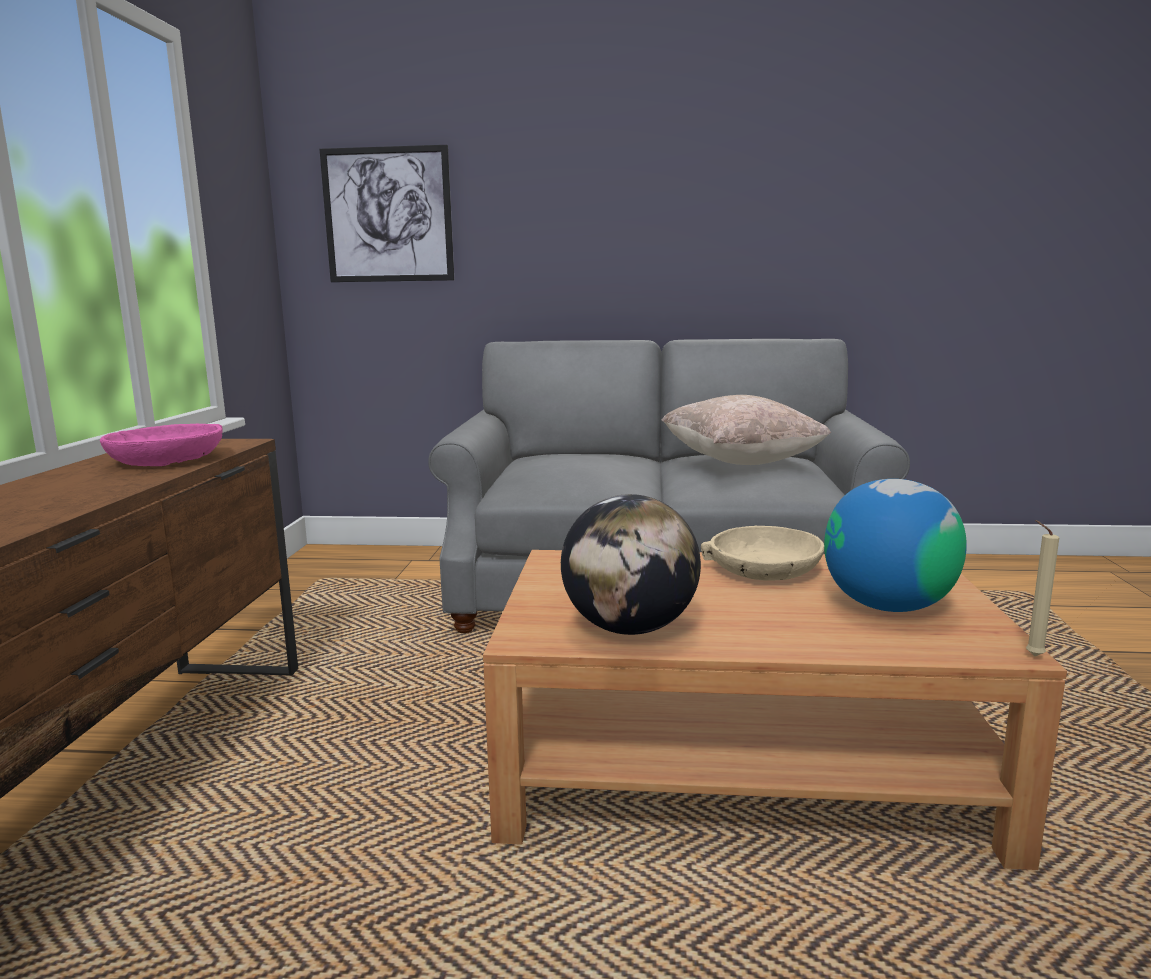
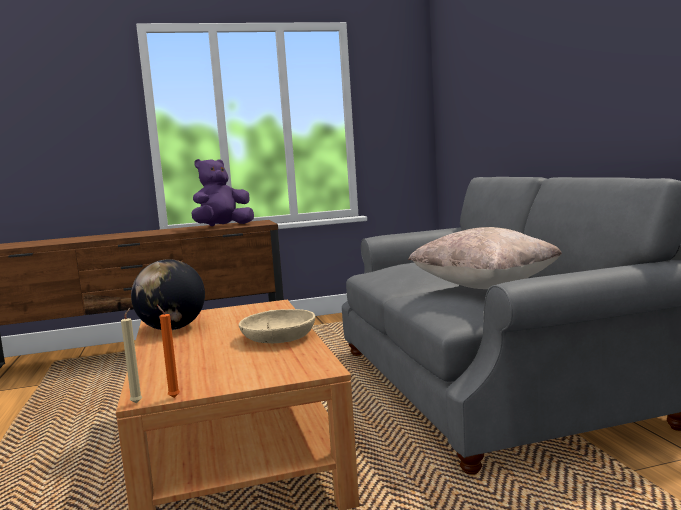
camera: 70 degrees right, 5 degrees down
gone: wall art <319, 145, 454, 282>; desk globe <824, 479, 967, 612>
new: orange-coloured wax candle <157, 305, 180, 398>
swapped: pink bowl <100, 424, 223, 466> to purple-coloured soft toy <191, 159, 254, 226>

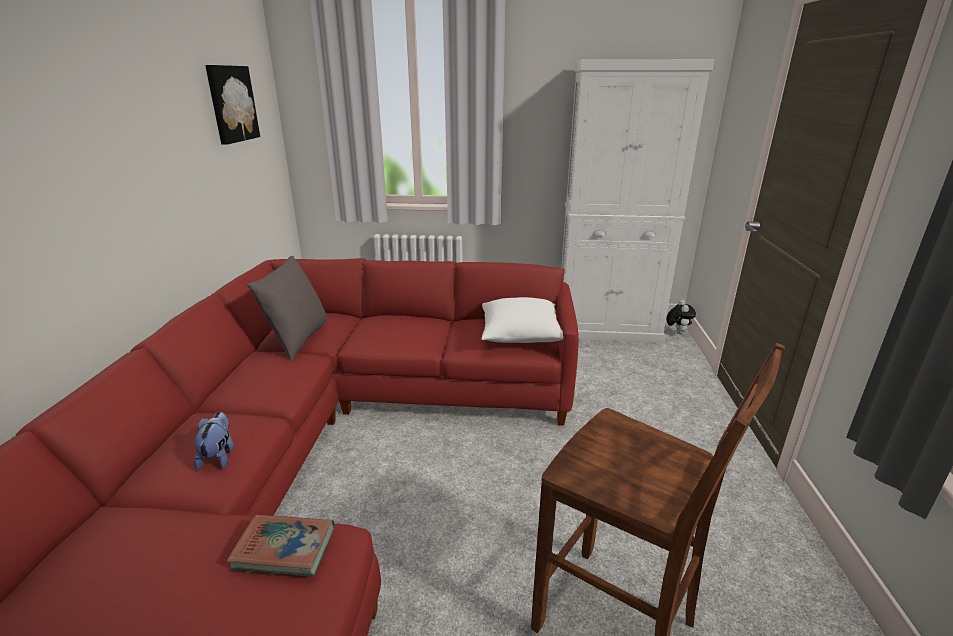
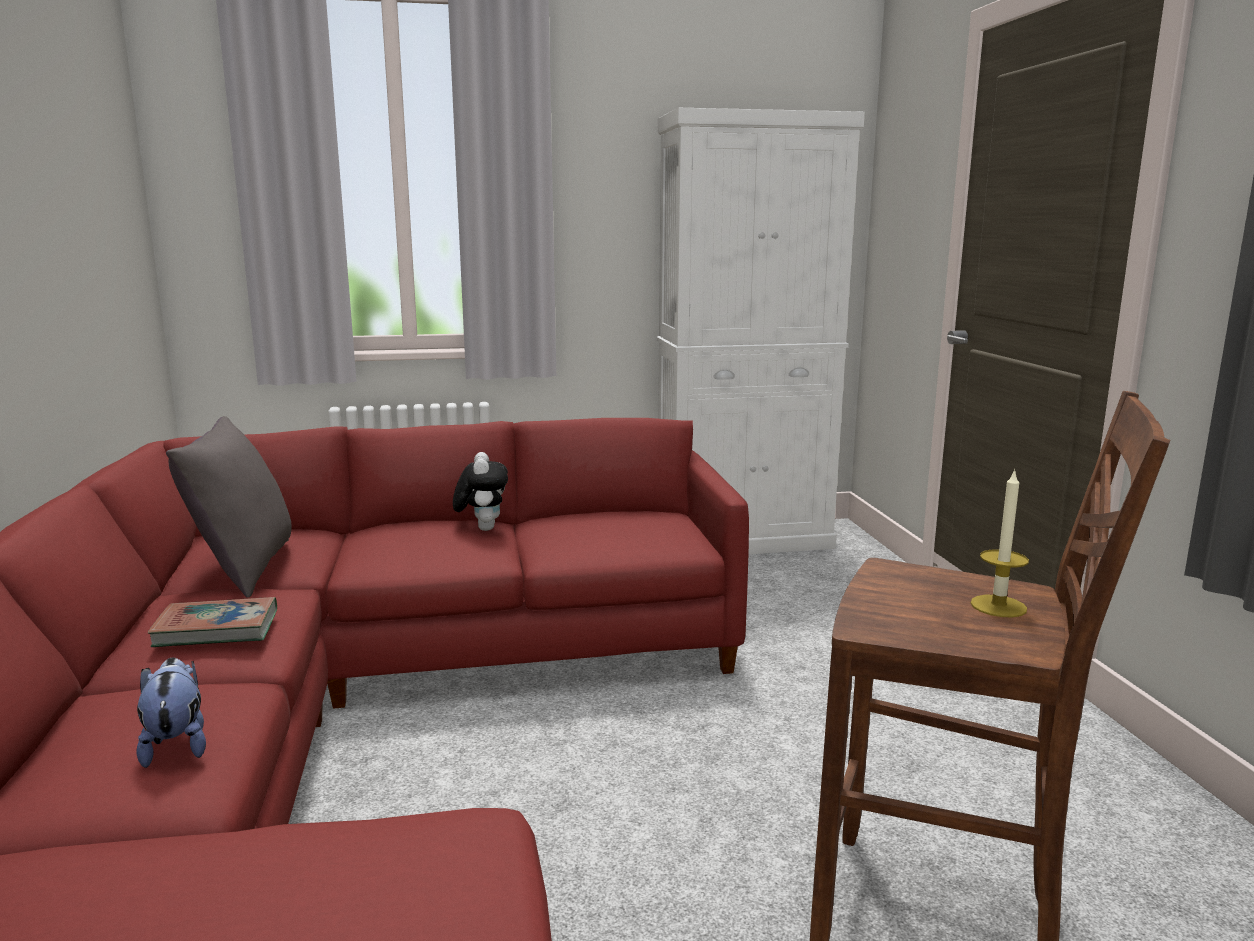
camera: 15 degrees left, 10 degrees down
gone: wall art <205, 65, 260, 145>; white cushion <481, 297, 563, 343>
new: wax candle <971, 468, 1029, 617>
shifted: bound book <227, 515, 334, 577> to <148, 597, 277, 647>; soft toy <666, 300, 696, 334> to <453, 452, 508, 531>

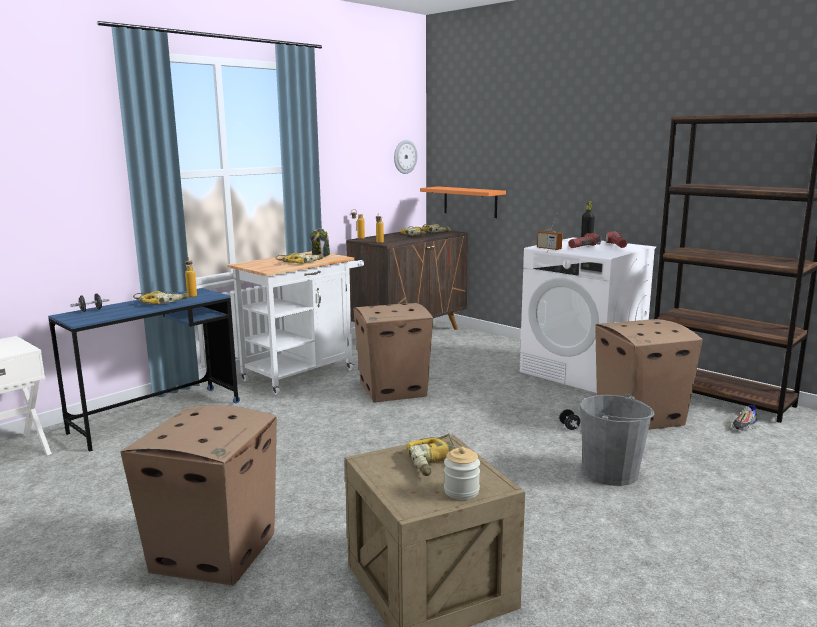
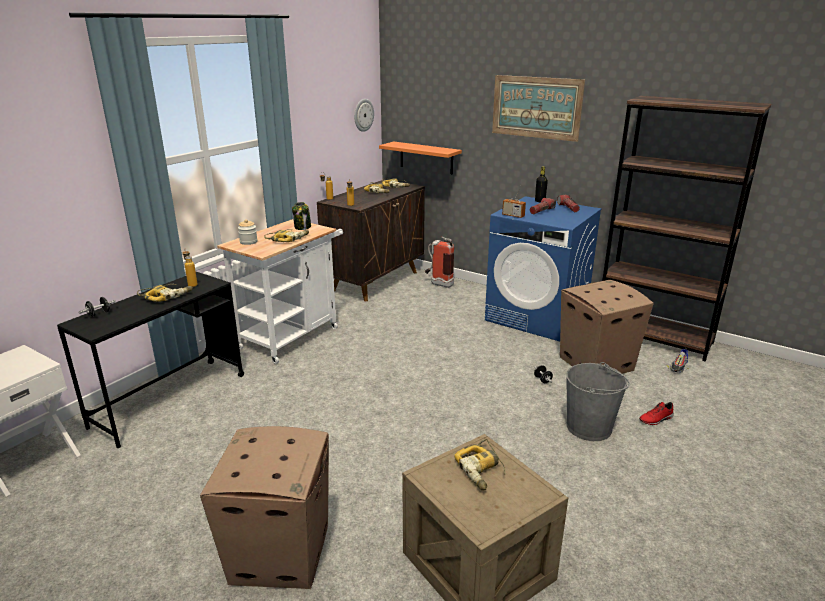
camera: 10 degrees left, 10 degrees up
gone: packing box <353, 303, 433, 403>
new: fire extinguisher <425, 237, 454, 288>; wall art <492, 75, 585, 142>; reddish item of footwear <639, 402, 674, 425>
shifted: jar <444, 447, 480, 500> to <238, 219, 257, 245>
repainted: bluish desk <48, 288, 240, 452> to black desk <57, 272, 244, 448>; white laundry machine <520, 237, 656, 393> to bluish laundry machine <485, 196, 602, 341>

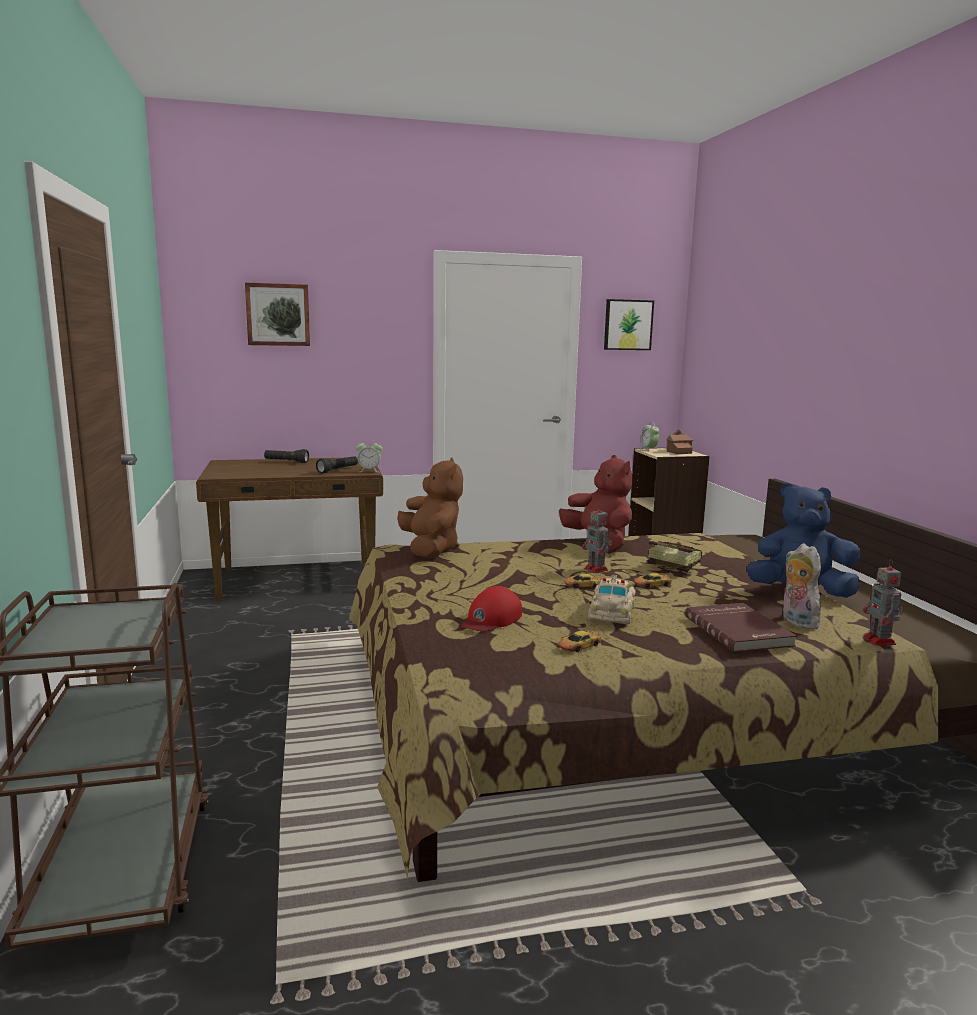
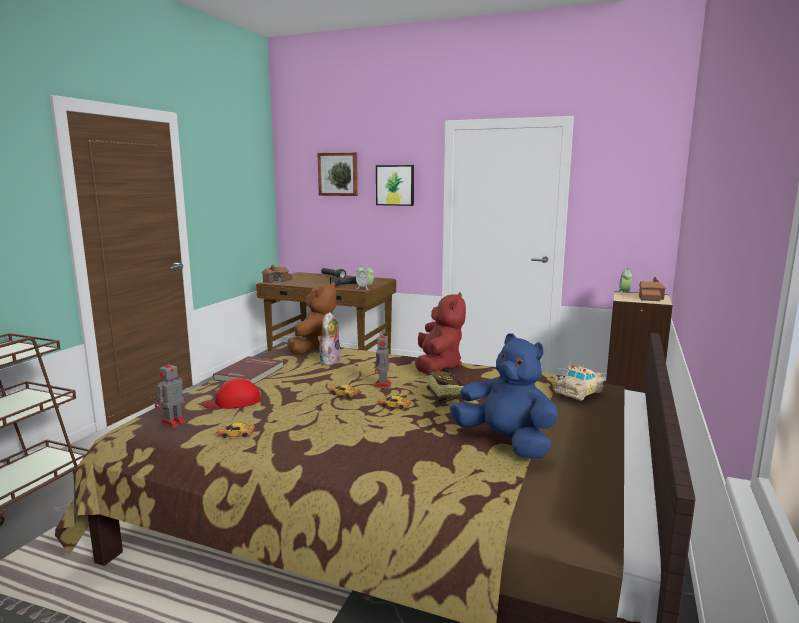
camera: 35 degrees right, 0 degrees up
new: toy house <262, 265, 292, 283>
shifted: beige toy car <588, 575, 636, 625> to <554, 364, 606, 401>; wall art <604, 299, 654, 350> to <376, 165, 414, 206>; reddish bound book <685, 603, 797, 652> to <213, 356, 283, 384>; soft toy <783, 543, 821, 629> to <318, 312, 341, 365>; model robot <863, 559, 903, 645> to <155, 359, 186, 427>

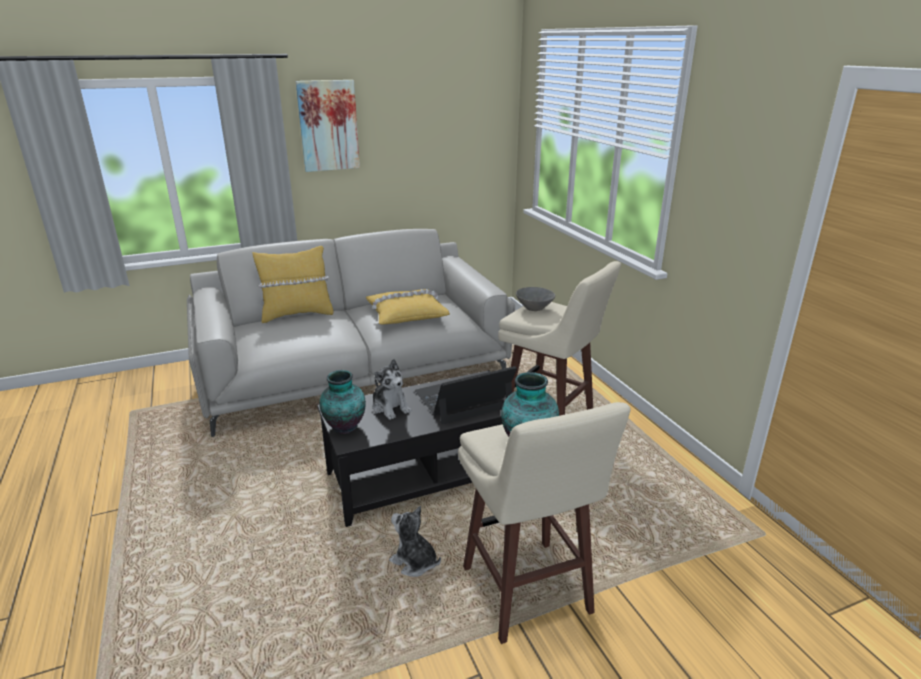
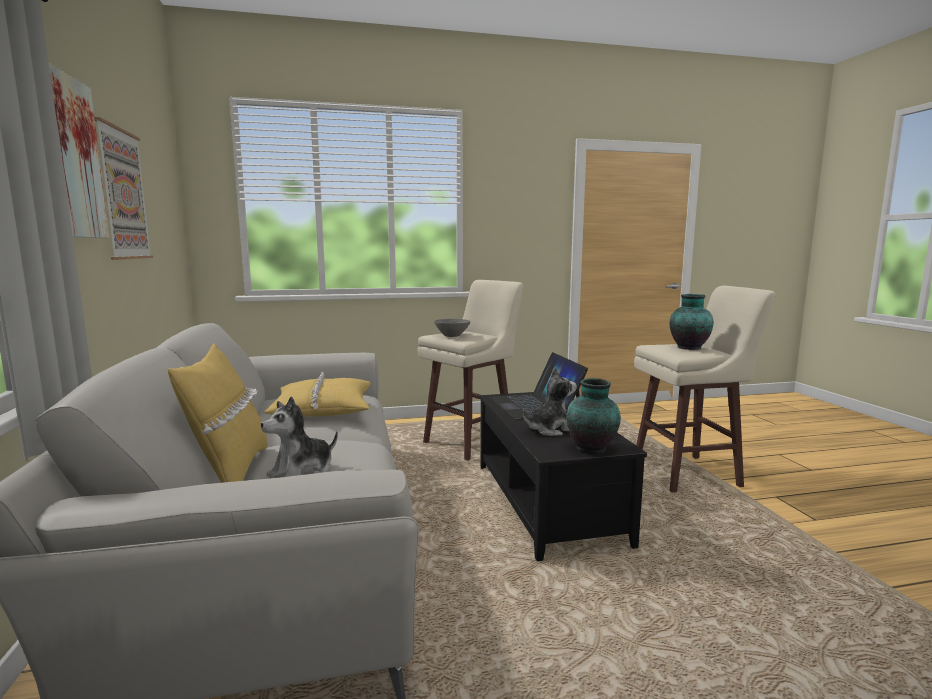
camera: 80 degrees left, 15 degrees down
new: wall art <94, 117, 153, 260>
shifted: soft toy <389, 506, 441, 577> to <261, 396, 338, 478>

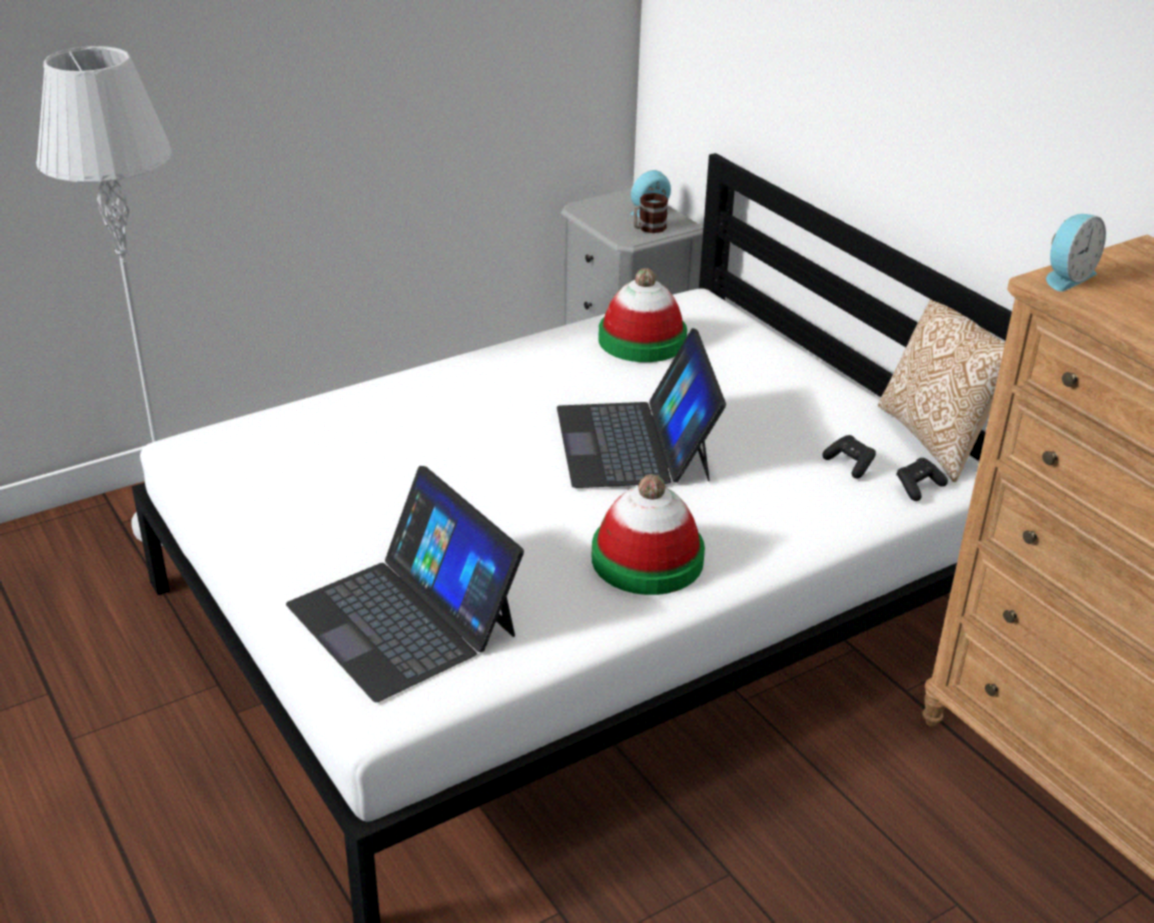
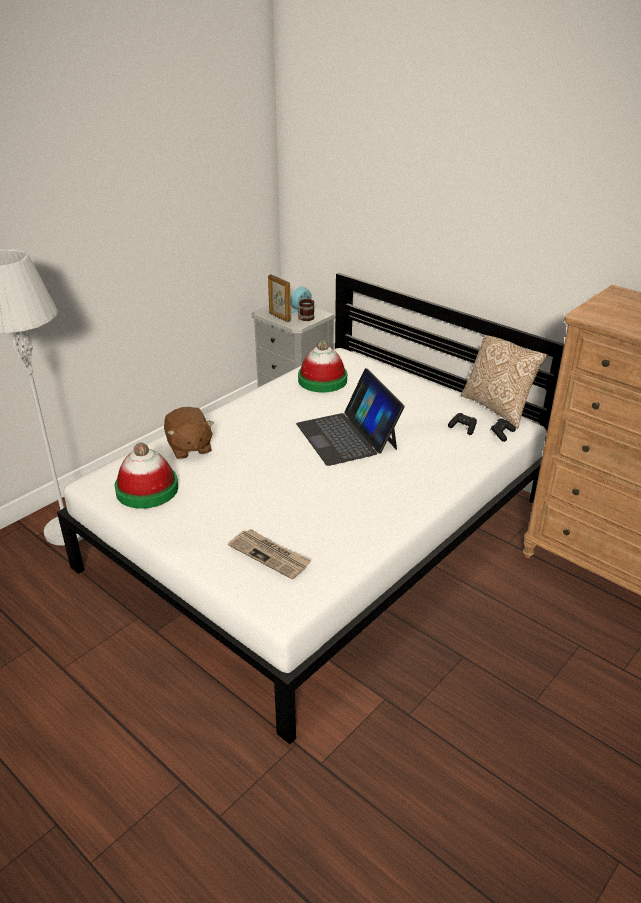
camera: 15 degrees left, 0 degrees up
gone: bedside clock <1046, 214, 1106, 292>
new: brown soft toy <164, 407, 214, 459>; standing frame <268, 274, 291, 322>
shifted: wearable hat <592, 474, 705, 595> to <115, 443, 178, 509>
swapped: portable computer <286, 466, 524, 702> to daily paper <228, 529, 312, 579>

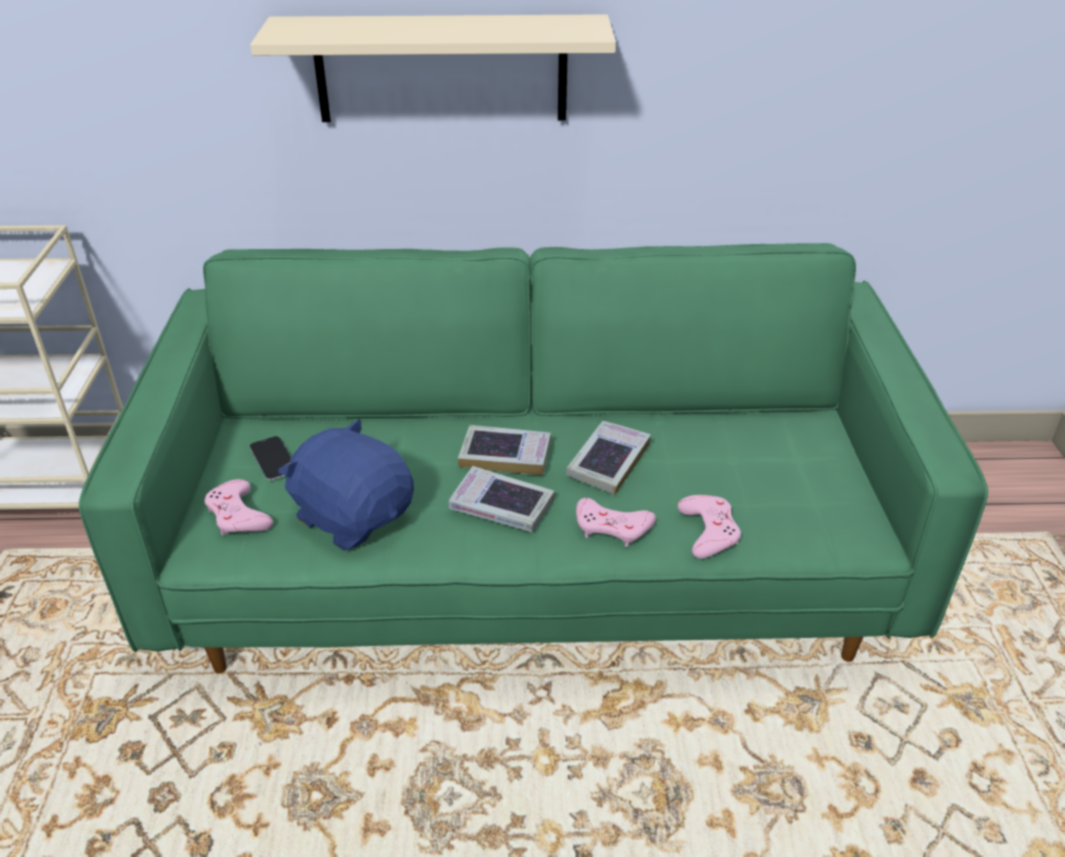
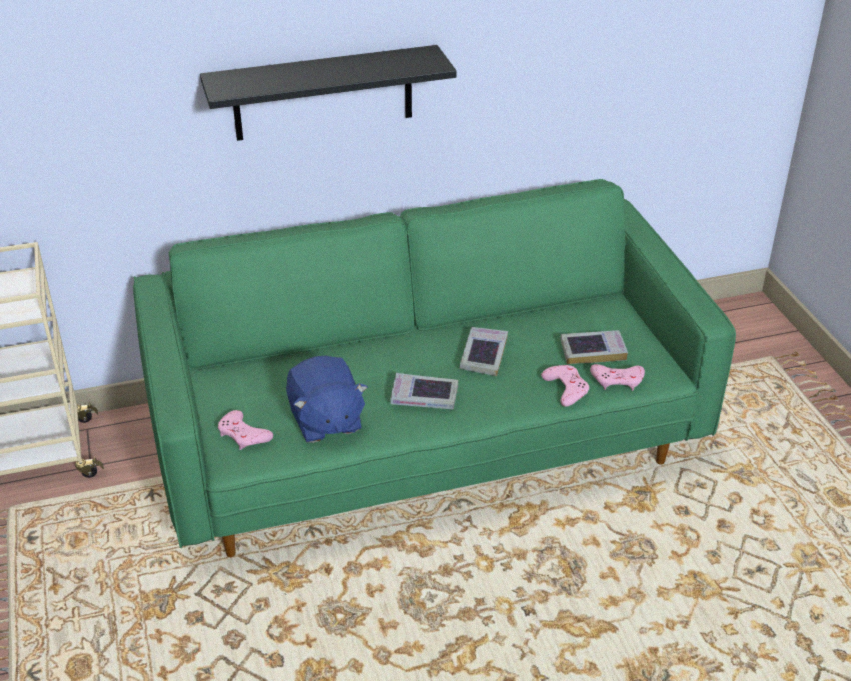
camera: 15 degrees left, 0 degrees up
gone: telephone <250, 436, 291, 481>
shifted: bound book <458, 425, 551, 476> to <560, 330, 628, 364>; pink joypad <576, 498, 656, 547> to <590, 364, 645, 391>
repainted: beige bracket shelf <250, 14, 616, 122> to black bracket shelf <200, 45, 457, 141>
rotated: bluish soft toy <278, 419, 414, 551> = <286, 355, 368, 443> 135 degrees counterclockwise

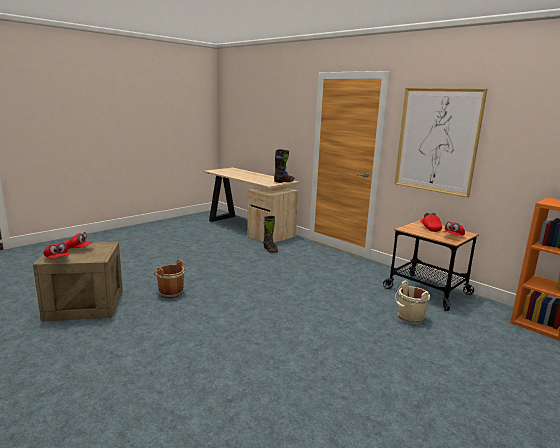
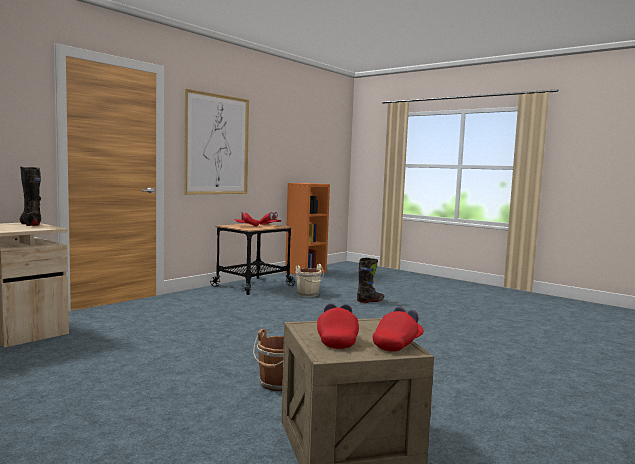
camera: 95 degrees left, 10 degrees down
shifted: black boot <263, 216, 278, 253> to <357, 258, 384, 303>

